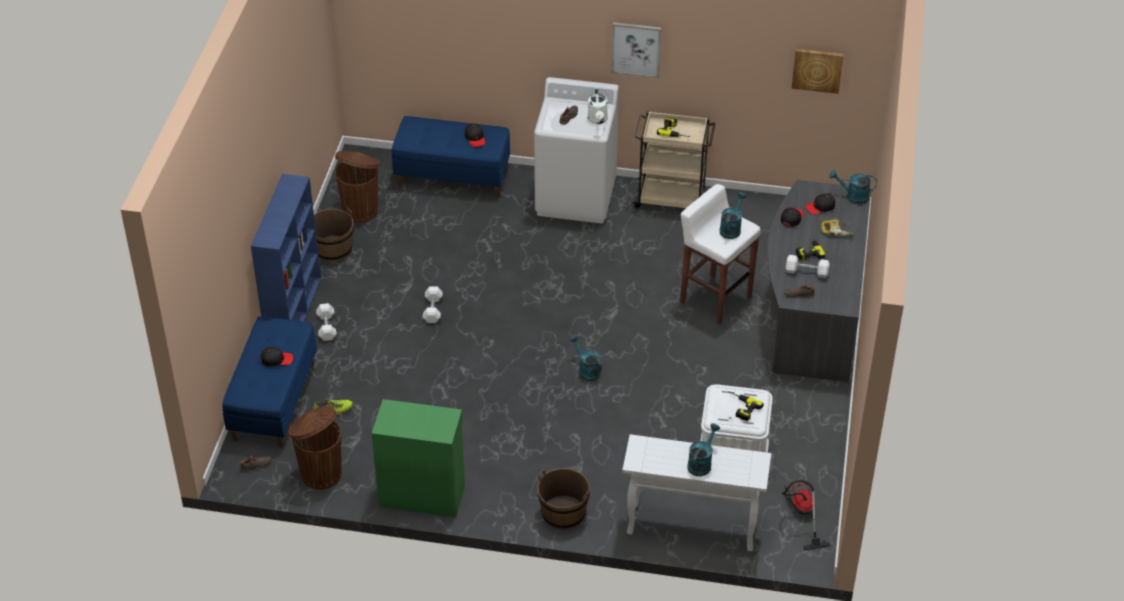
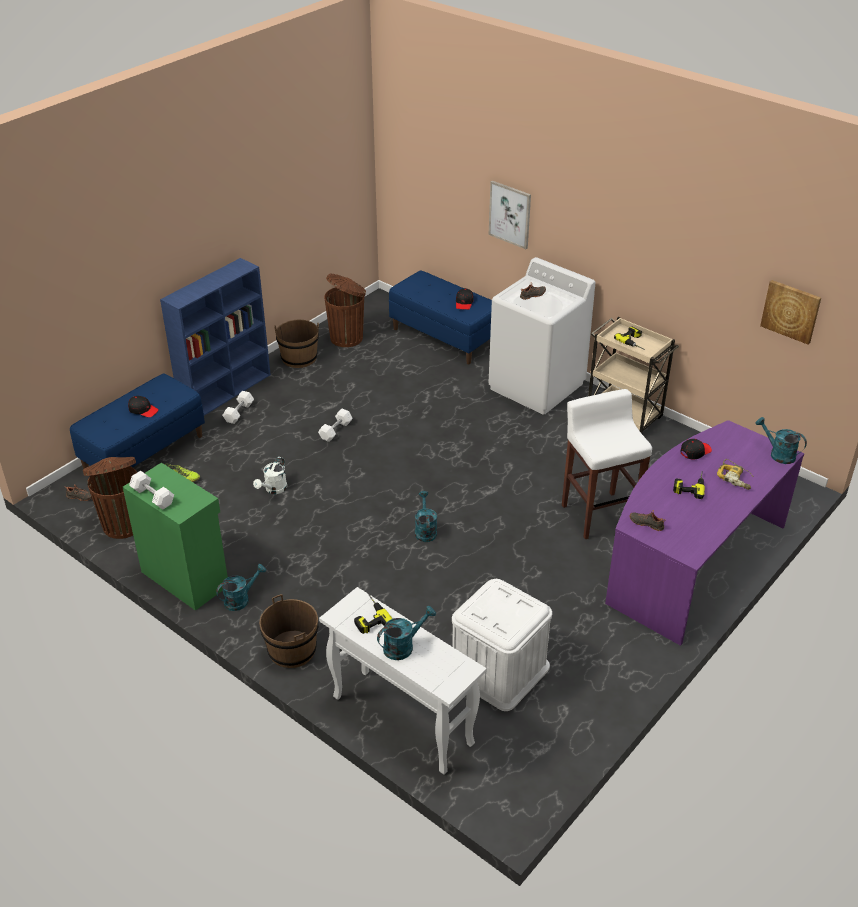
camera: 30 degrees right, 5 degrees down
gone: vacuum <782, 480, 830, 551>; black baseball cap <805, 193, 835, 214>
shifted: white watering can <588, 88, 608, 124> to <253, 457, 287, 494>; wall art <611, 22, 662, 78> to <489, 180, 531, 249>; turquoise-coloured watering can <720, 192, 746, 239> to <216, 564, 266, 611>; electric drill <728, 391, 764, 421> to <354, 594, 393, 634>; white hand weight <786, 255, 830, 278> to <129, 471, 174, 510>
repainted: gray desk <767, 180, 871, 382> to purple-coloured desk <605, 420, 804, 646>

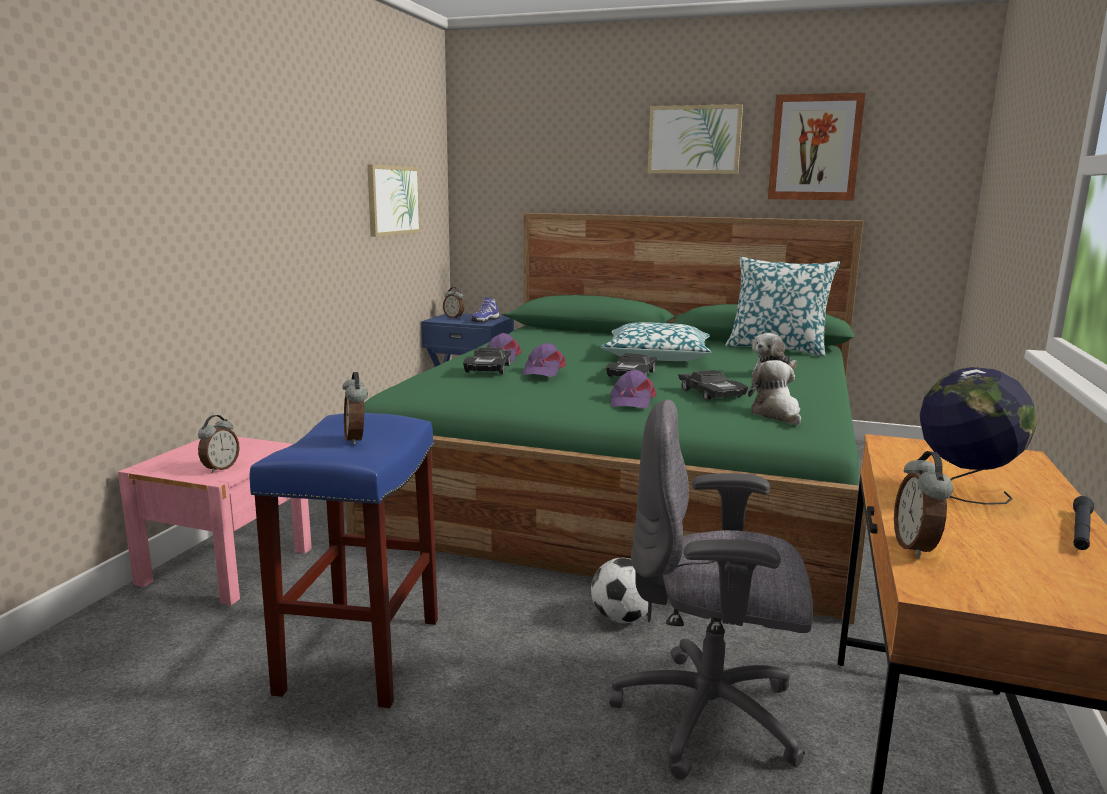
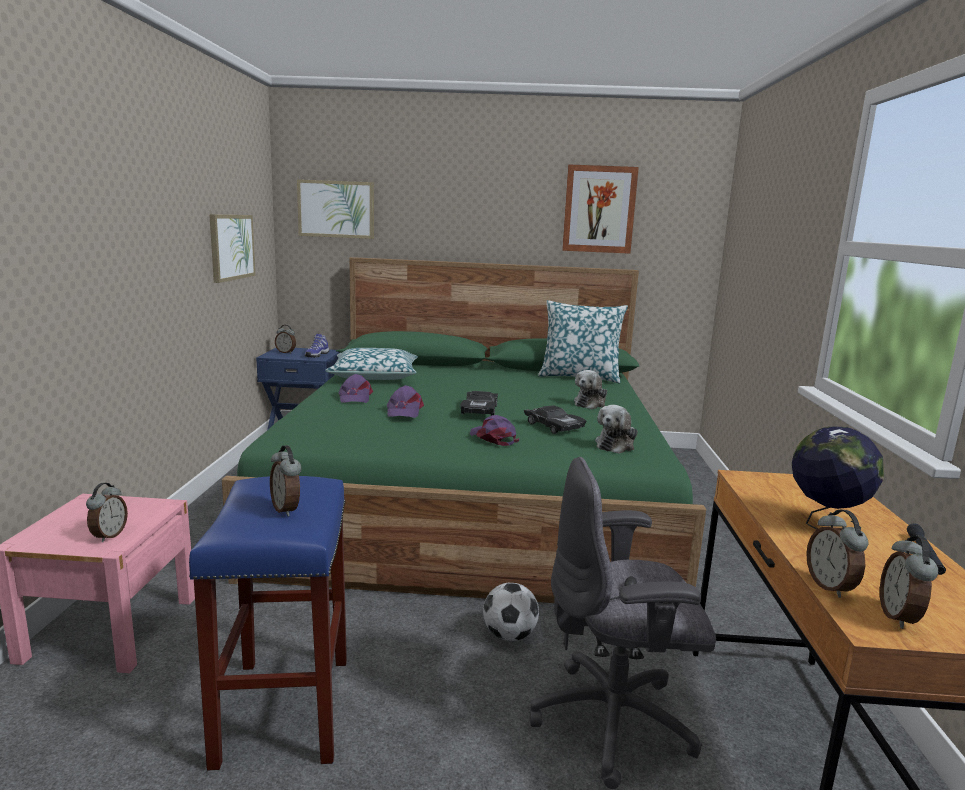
camera: 15 degrees left, 0 degrees up
gone: black toy car <463, 347, 511, 374>
new: bedside clock <880, 535, 938, 629>
shifted: cushion <601, 322, 711, 361> to <325, 348, 418, 380>; wall art <647, 104, 743, 174> to <297, 179, 374, 239>
rotated: purple-coloured baseball cap <610, 369, 657, 409> = <469, 415, 520, 446> 150 degrees clockwise; soft toy <748, 360, 801, 425> = <595, 405, 638, 454> 120 degrees counterclockwise

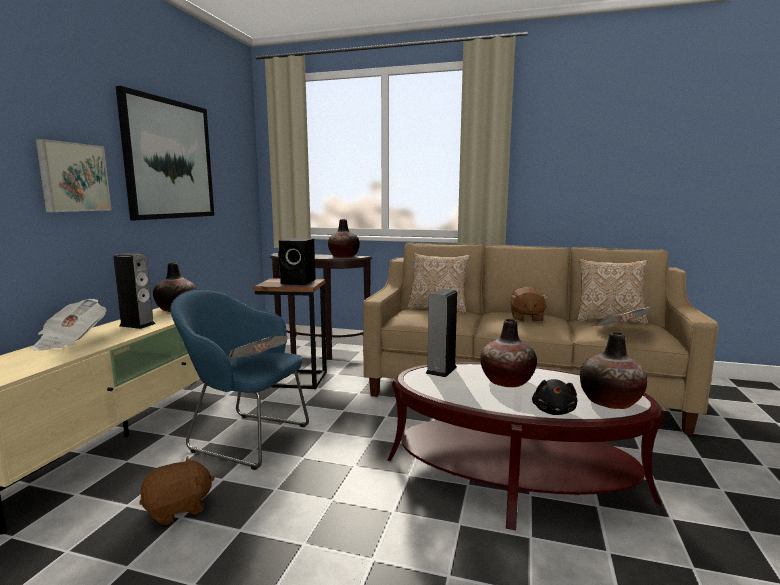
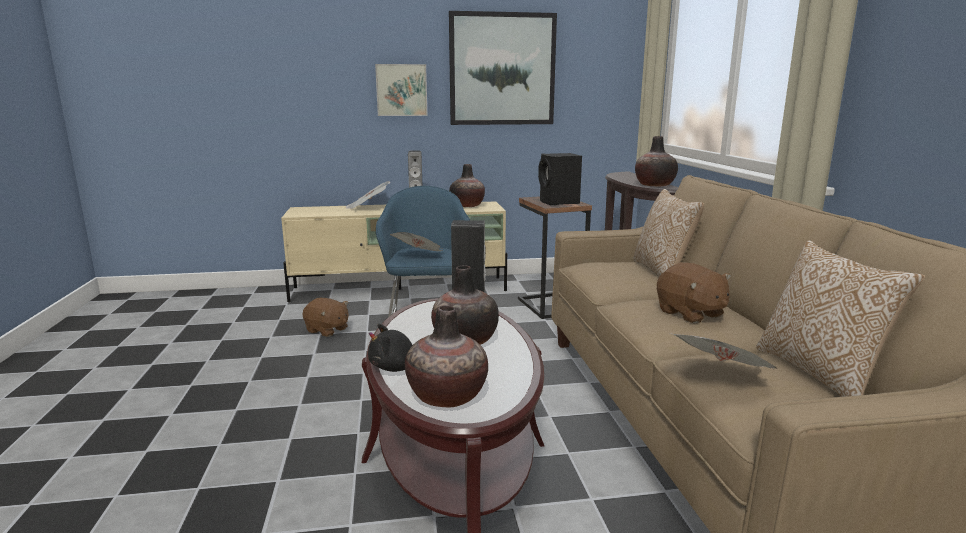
camera: 65 degrees right, 5 degrees up
rotated: brown soft toy <510, 287, 549, 322> = <657, 262, 731, 324> 105 degrees counterclockwise

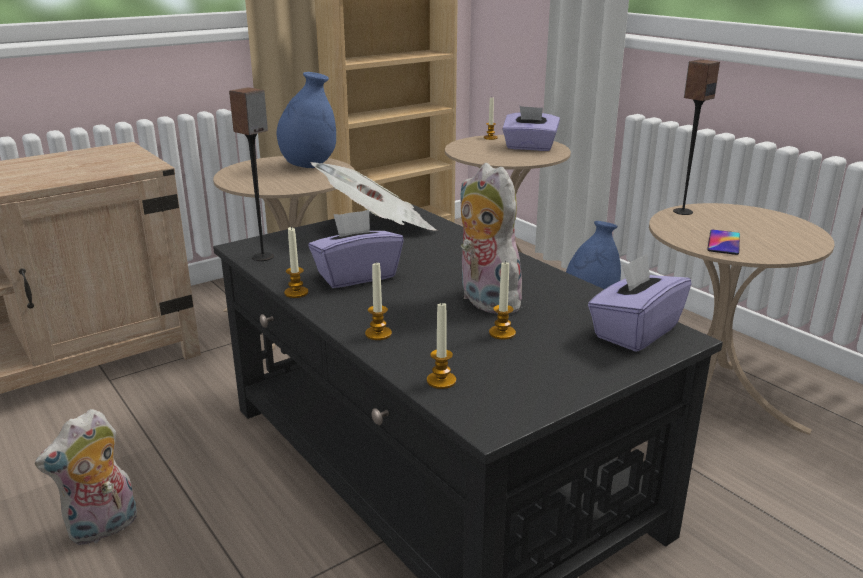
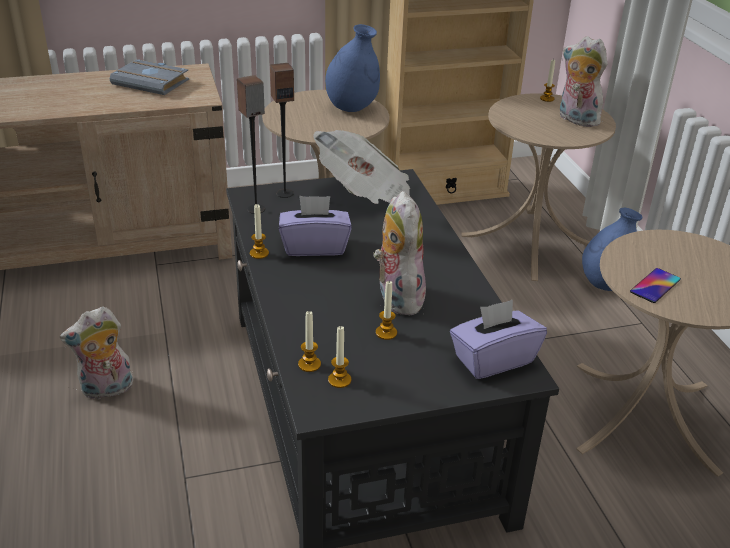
camera: 20 degrees right, 10 degrees up
new: gray bound book <110, 59, 189, 95>
shifted: wax candle <365, 263, 392, 340> to <328, 326, 351, 388>; audio speaker <673, 59, 720, 215> to <270, 63, 294, 198>
swapped: purple-coloured tissue box <502, 106, 560, 151> to soft toy <560, 36, 608, 127>

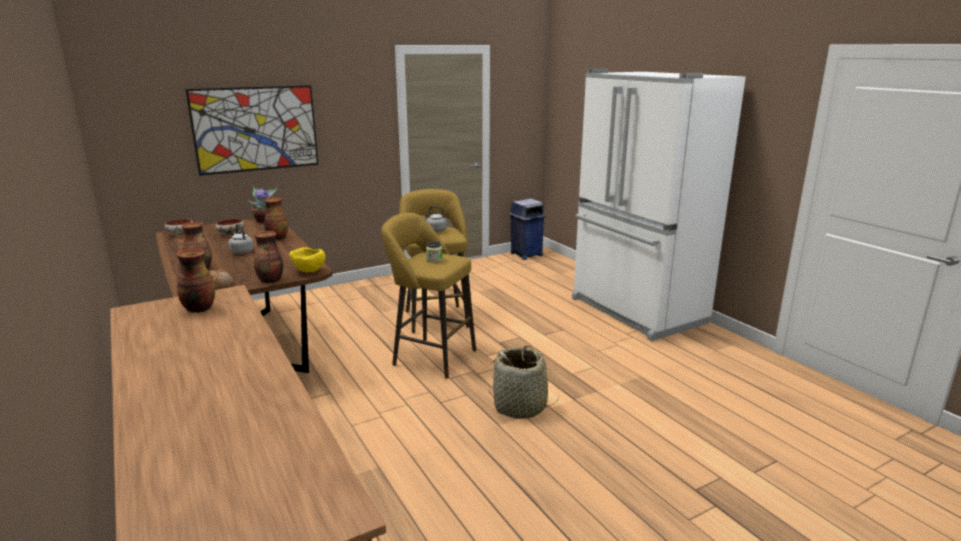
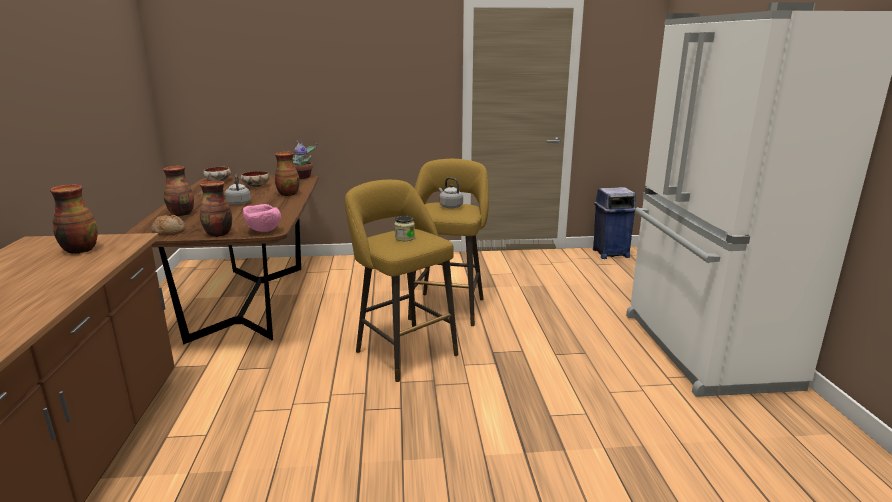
camera: 25 degrees right, 0 degrees up
gone: wall art <185, 85, 319, 176>; household basket <488, 345, 559, 419>
repainted: yellowish bowl <289, 247, 325, 272> to pink bowl <243, 204, 281, 232>

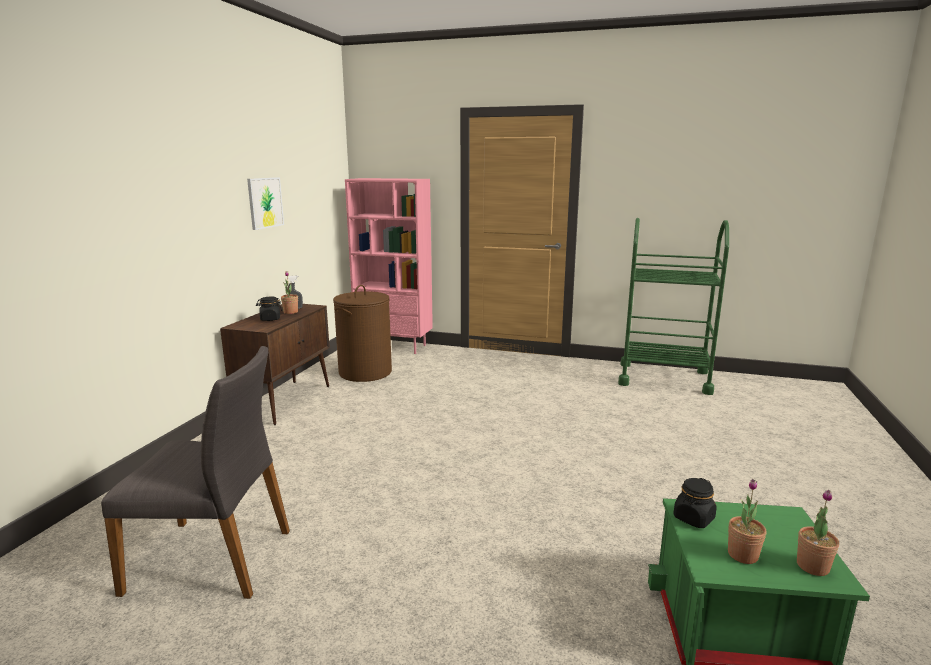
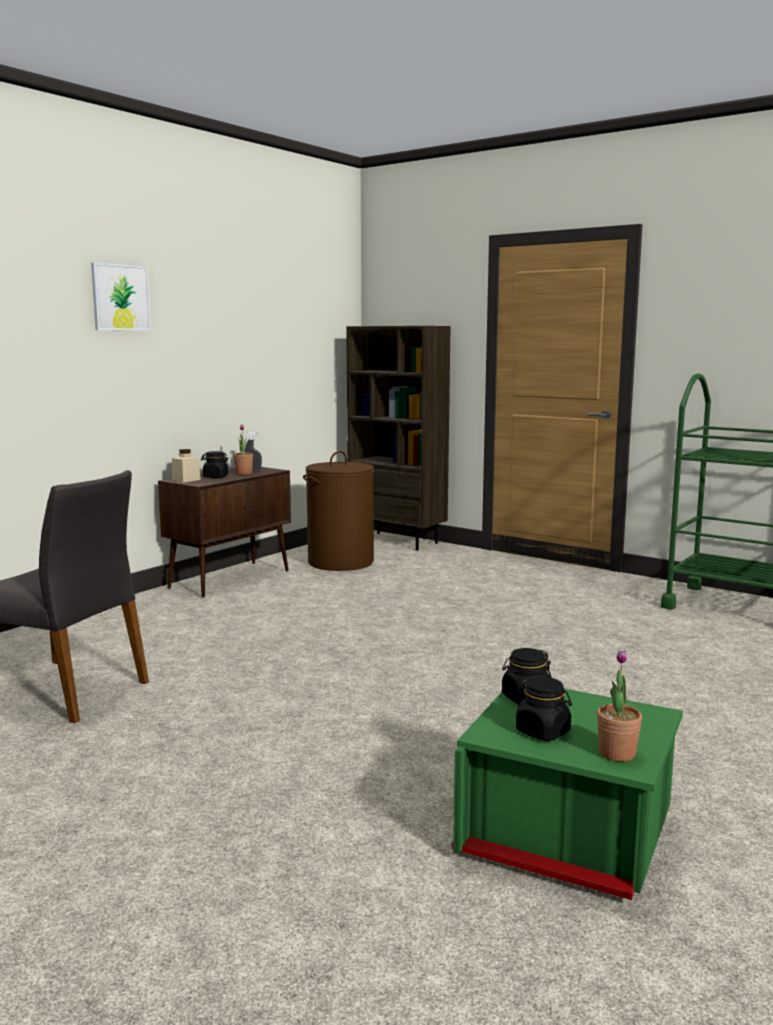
camera: 20 degrees right, 5 degrees down
new: beige jar <172, 449, 201, 483>
shifted: wall art <247, 177, 284, 230> to <91, 263, 151, 331>
swapped: plant in a pot <728, 479, 766, 564> to black jar <516, 677, 572, 741>
repainted: pink shelving unit <345, 178, 433, 354> to brown shelving unit <346, 326, 451, 550>

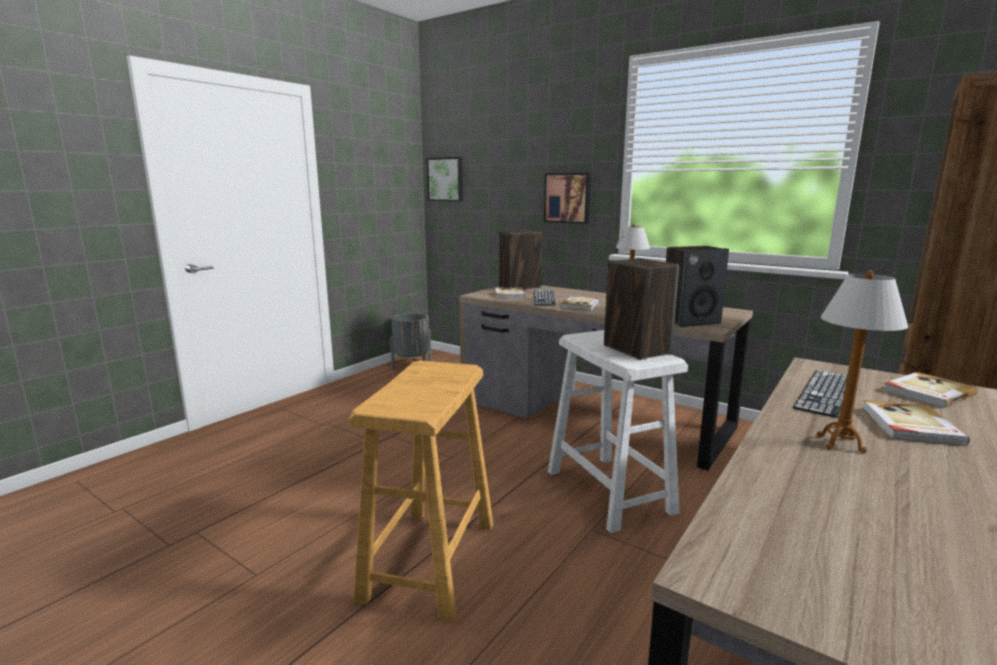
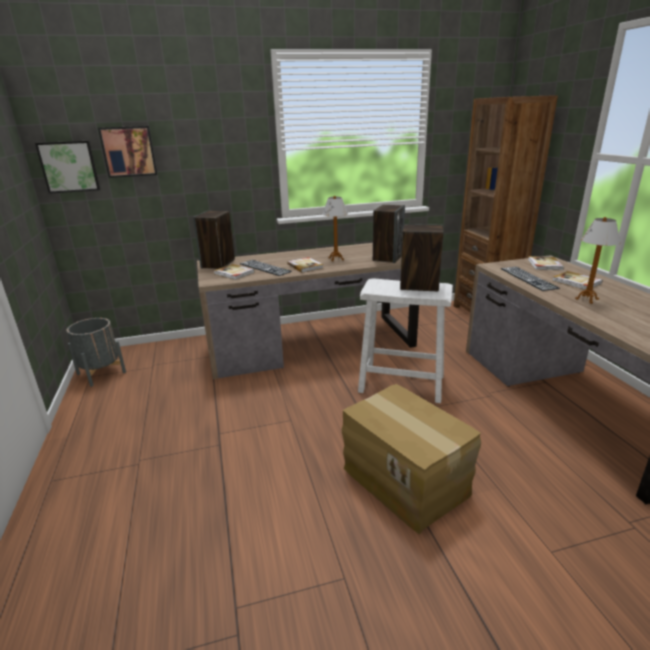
camera: 50 degrees left, 10 degrees up
shifted: wall art <544, 173, 591, 224> to <98, 126, 158, 178>
swapped: beige stool <349, 361, 493, 621> to packing box <342, 384, 481, 535>

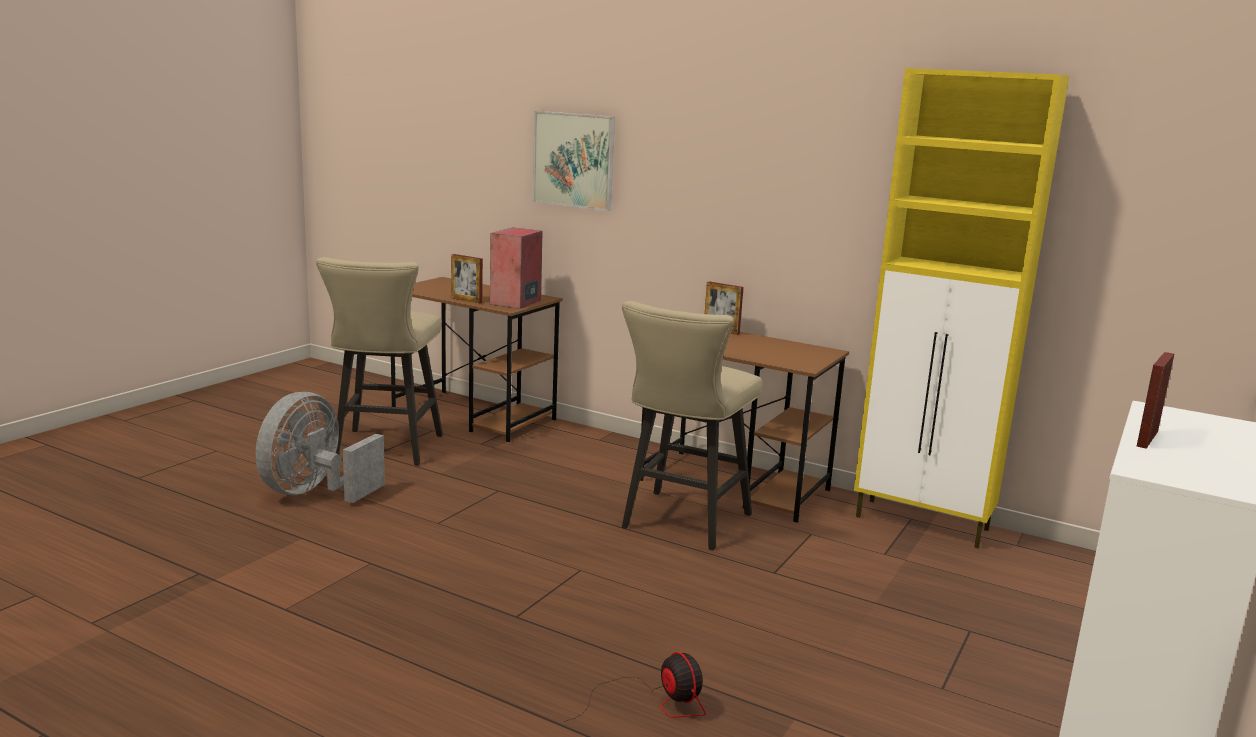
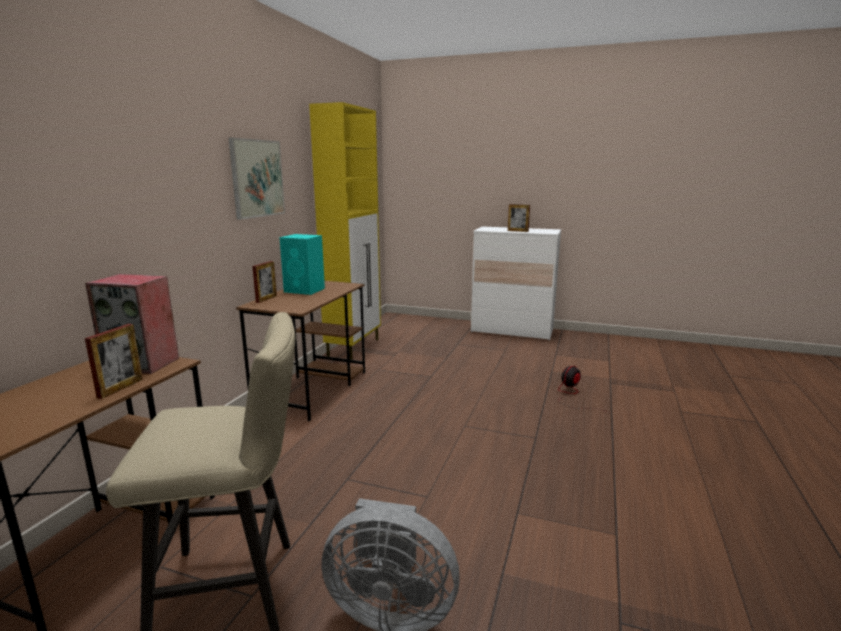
camera: 100 degrees left, 0 degrees up
gone: beige stool <622, 301, 762, 550>
new: turquoise-coloured audio speaker <279, 234, 325, 295>
shifted: wall art <533, 111, 615, 211> to <228, 138, 285, 220>

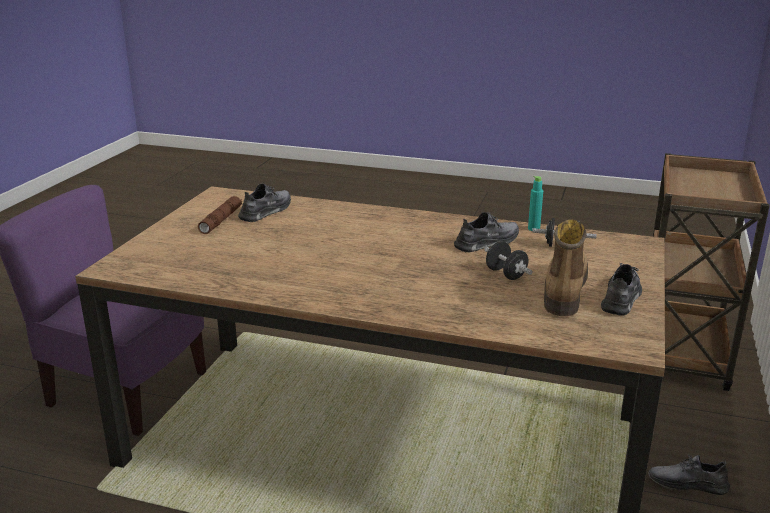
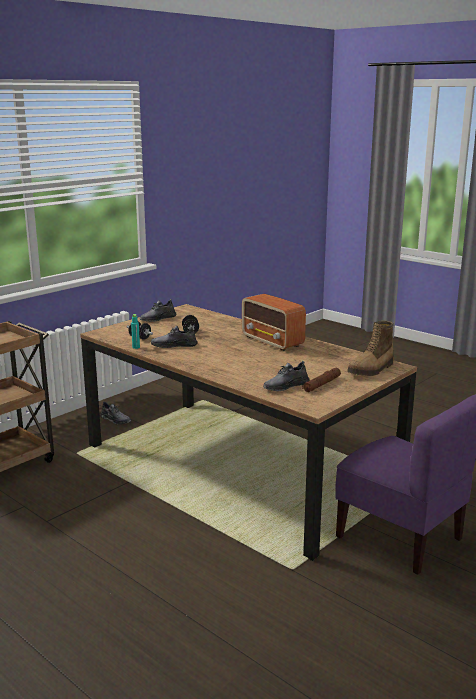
camera: 155 degrees left, 5 degrees down
new: radio <242, 294, 306, 351>
shifted: boot <544, 220, 588, 316> to <347, 321, 394, 376>

